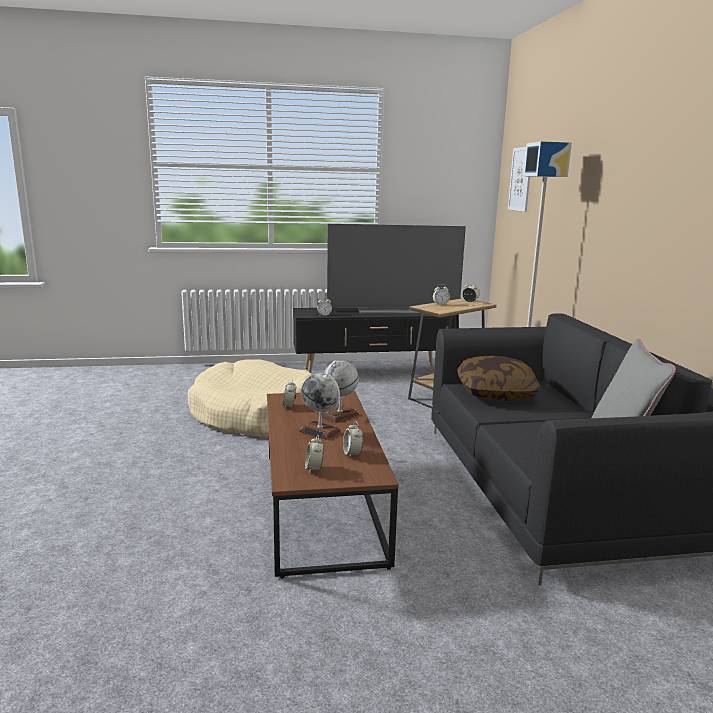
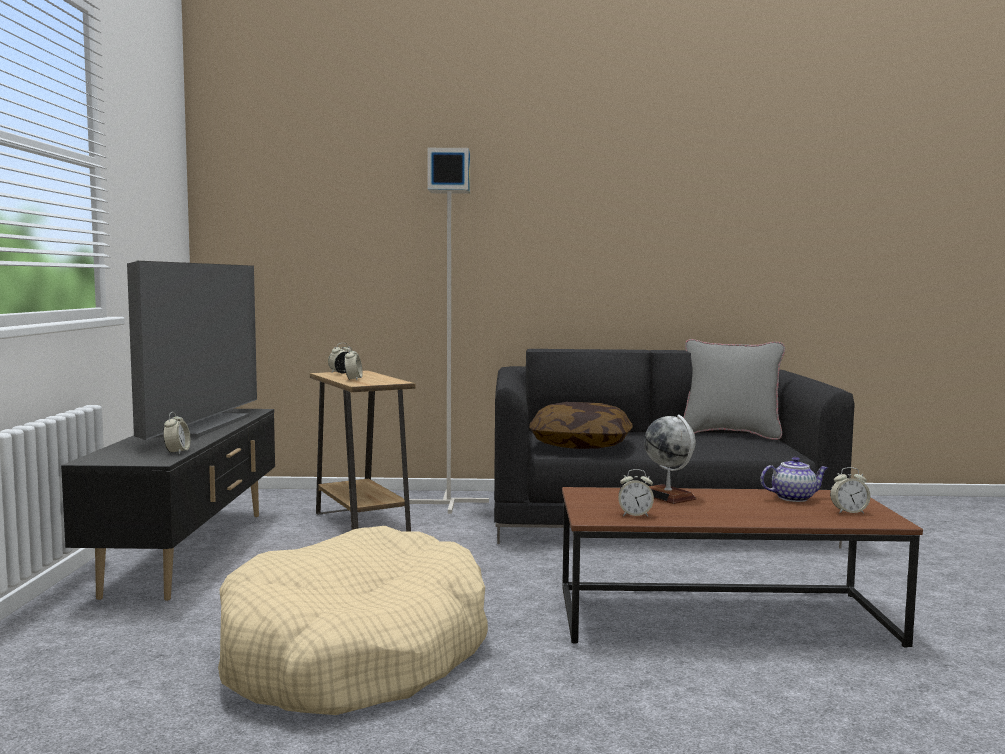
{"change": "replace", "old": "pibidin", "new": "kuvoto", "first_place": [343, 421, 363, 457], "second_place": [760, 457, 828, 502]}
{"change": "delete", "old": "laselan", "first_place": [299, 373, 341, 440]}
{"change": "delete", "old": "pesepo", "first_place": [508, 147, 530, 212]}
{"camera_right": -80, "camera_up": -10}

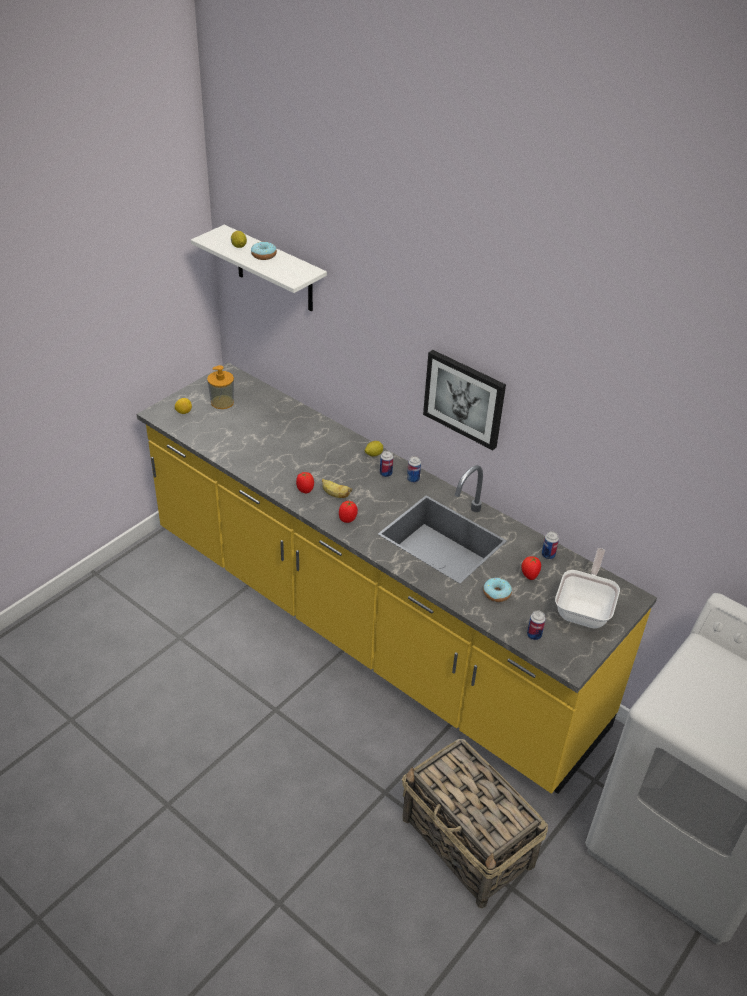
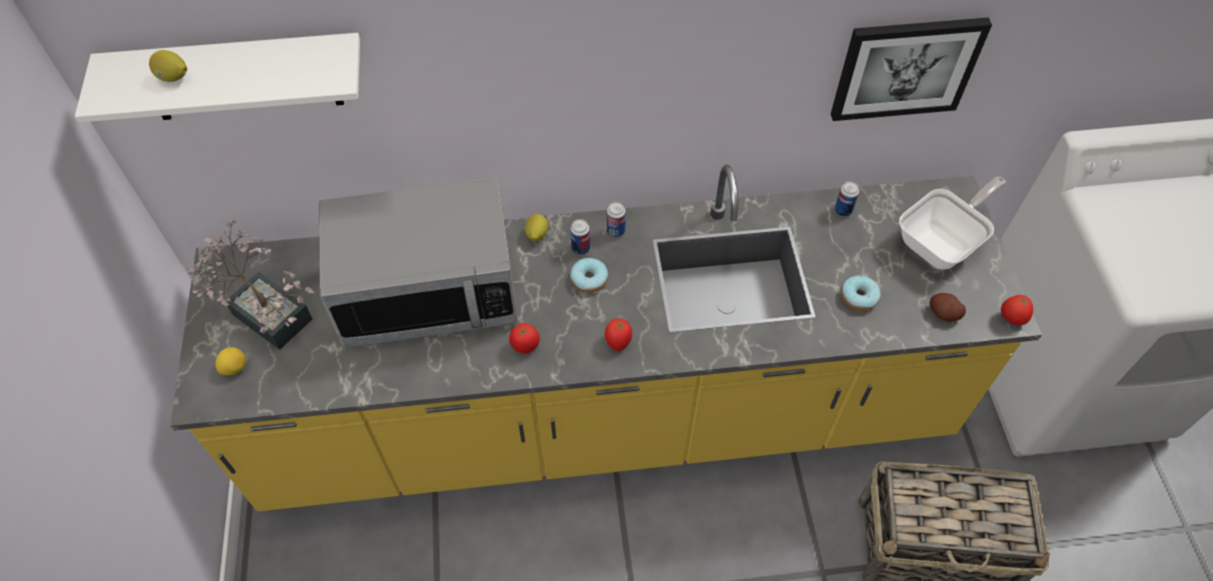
{"change": "replace", "old": "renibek", "new": "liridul", "first_place": [207, 365, 234, 409], "second_place": [182, 220, 315, 350]}
{"change": "insert", "new": "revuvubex", "second_place": [319, 177, 518, 348]}
{"change": "move", "old": "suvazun", "first_place": [251, 242, 277, 260], "second_place": [570, 258, 608, 293]}
{"change": "move", "old": "pesepo", "first_place": [423, 350, 506, 450], "second_place": [831, 17, 992, 121]}
{"change": "rotate", "old": "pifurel", "first_place": [555, 548, 620, 628], "second_place": [899, 177, 1006, 270], "degrees": 75}
{"change": "replace", "old": "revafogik", "new": "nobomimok", "first_place": [527, 610, 546, 640], "second_place": [930, 293, 966, 322]}
{"change": "move", "old": "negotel", "first_place": [522, 556, 541, 580], "second_place": [1001, 295, 1033, 325]}
{"change": "delete", "old": "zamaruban", "first_place": [322, 479, 352, 498]}
{"camera_right": -45, "camera_up": 15}

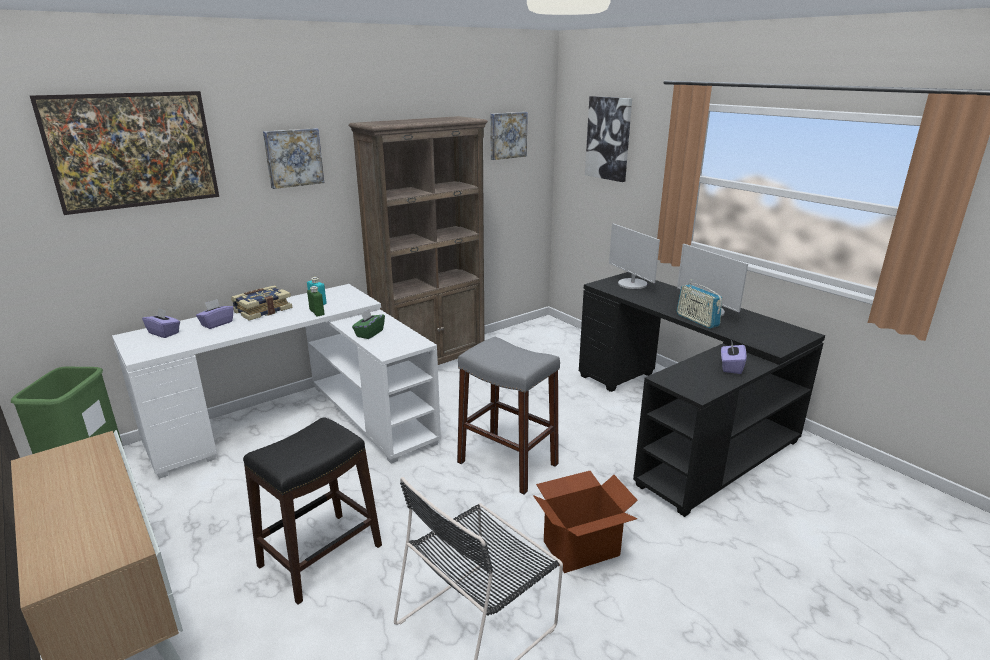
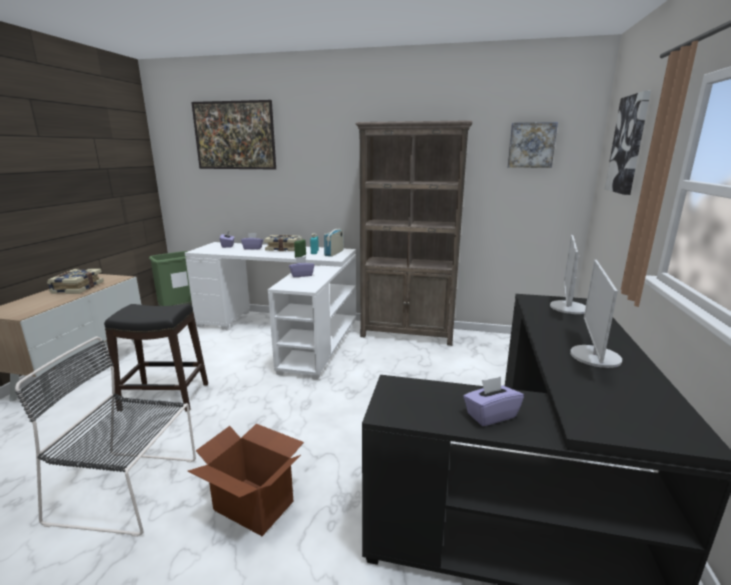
{"change": "insert", "new": "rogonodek", "second_place": [47, 269, 104, 294]}
{"change": "recolor", "old": "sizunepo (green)", "new": "sizunepo (purple)", "first_place": [352, 309, 385, 339], "second_place": [289, 256, 314, 277]}
{"change": "move", "old": "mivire", "first_place": [677, 279, 723, 329], "second_place": [324, 225, 344, 257]}
{"change": "delete", "old": "pesepo", "first_place": [263, 128, 324, 189]}
{"change": "delete", "old": "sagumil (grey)", "first_place": [457, 337, 560, 494]}
{"camera_right": 50, "camera_up": -5}

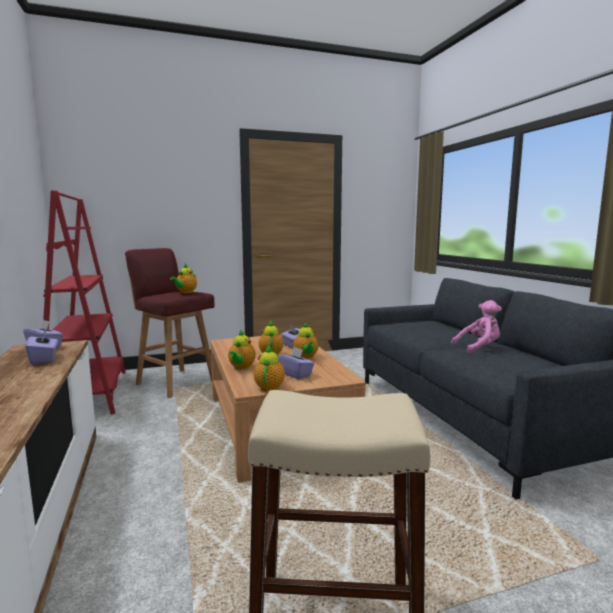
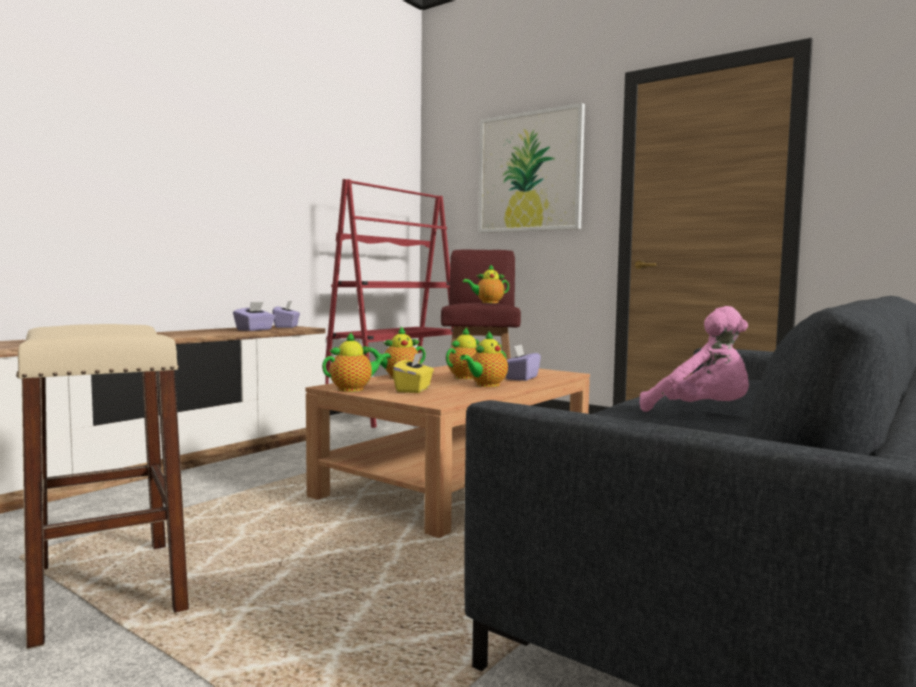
{"change": "recolor", "old": "sizunepo (purple)", "new": "sizunepo (yellow)", "first_place": [277, 347, 314, 379], "second_place": [393, 352, 434, 393]}
{"change": "insert", "new": "pesepo", "second_place": [478, 103, 585, 233]}
{"camera_right": 55, "camera_up": -5}

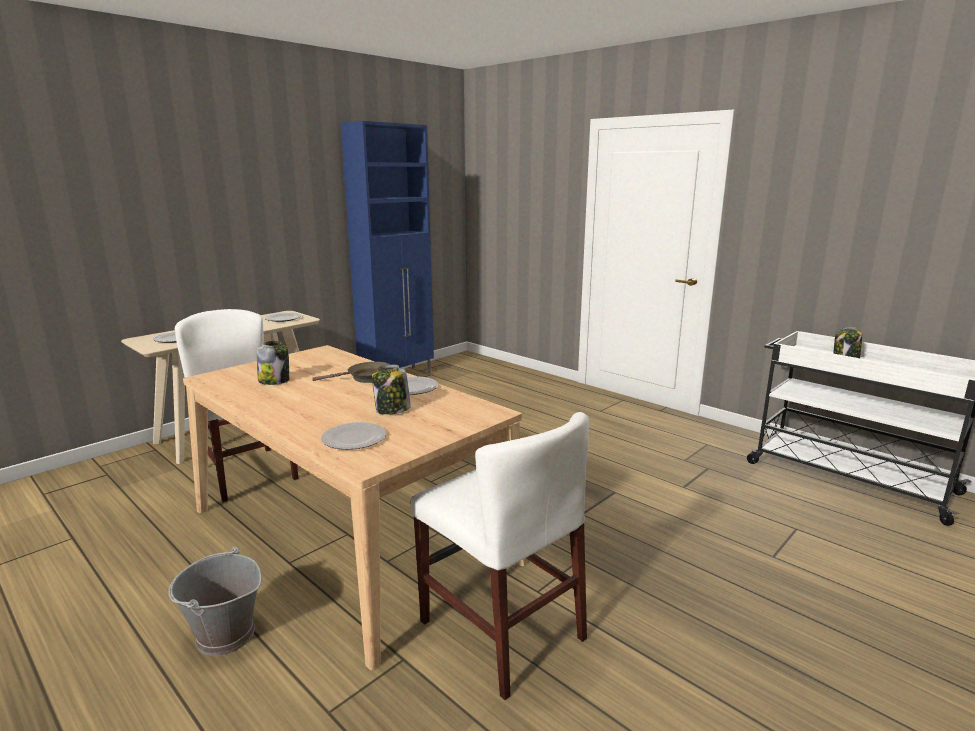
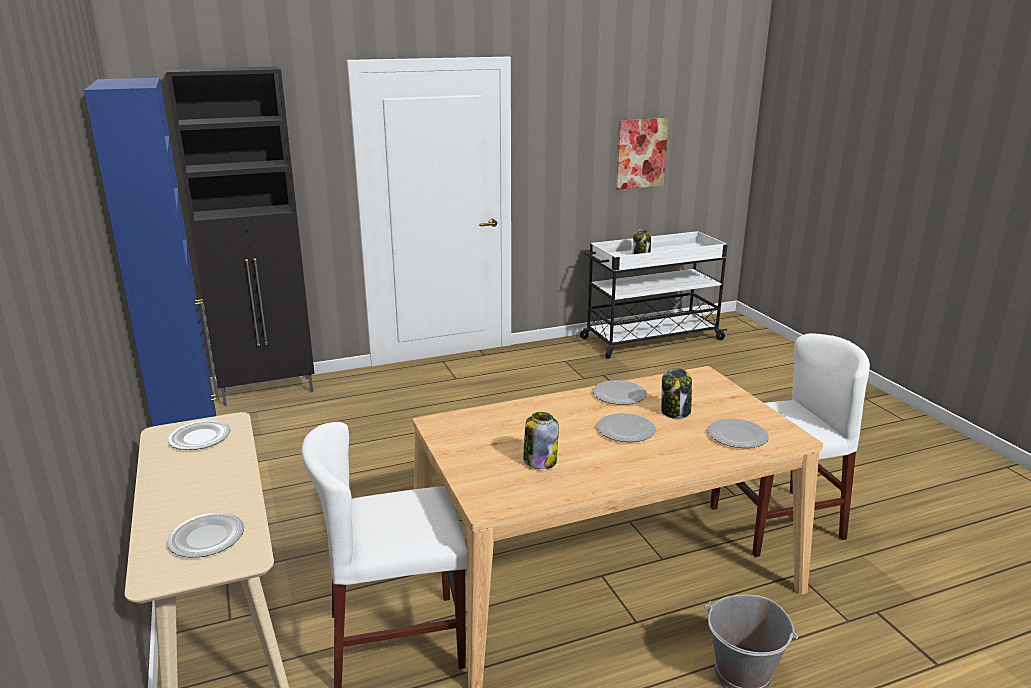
{"change": "insert", "new": "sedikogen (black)", "second_place": [166, 66, 314, 406]}
{"change": "insert", "new": "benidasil", "second_place": [597, 413, 656, 442]}
{"change": "insert", "new": "pesepo", "second_place": [616, 118, 669, 190]}
{"change": "delete", "old": "pifurel (brown)", "first_place": [312, 362, 390, 383]}
{"camera_right": -65, "camera_up": 5}

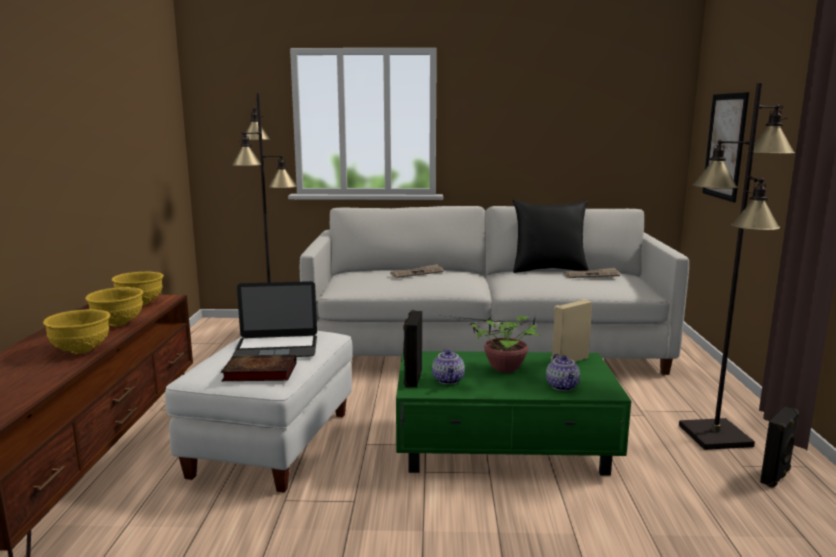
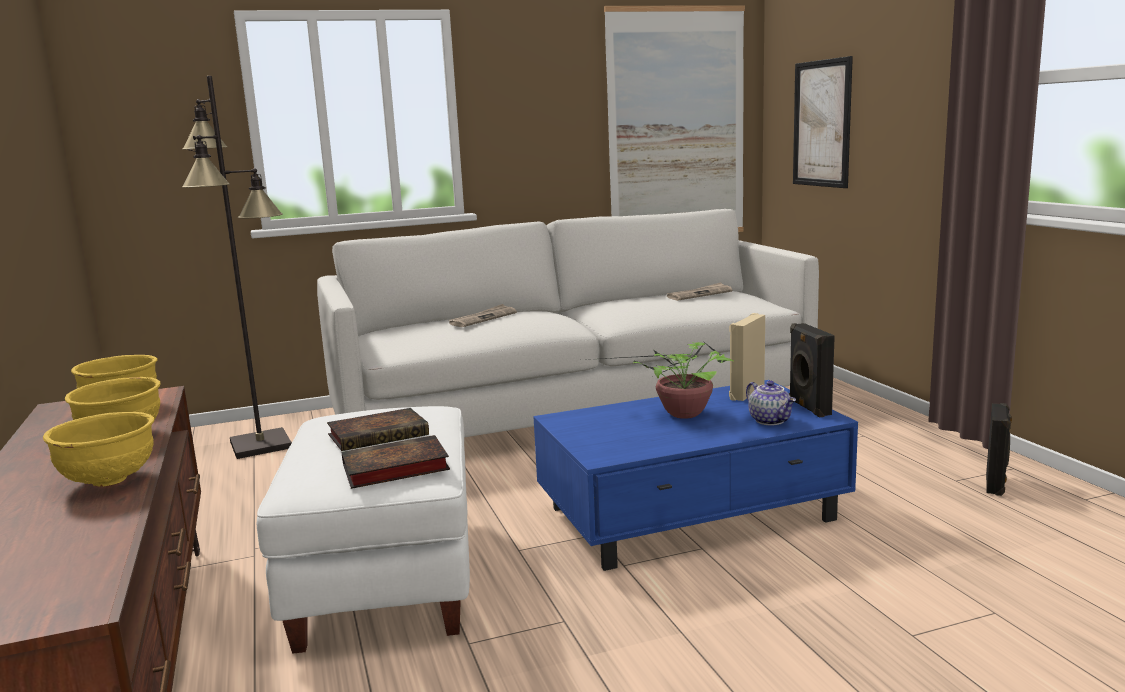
{"change": "replace", "old": "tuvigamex", "new": "rogonodek", "first_place": [233, 281, 317, 357], "second_place": [327, 408, 429, 451]}
{"change": "recolor", "old": "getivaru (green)", "new": "getivaru (blue)", "first_place": [396, 351, 631, 476], "second_place": [533, 380, 858, 571]}
{"change": "insert", "new": "pesepo", "second_place": [604, 5, 745, 232]}
{"change": "move", "old": "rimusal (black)", "first_place": [403, 310, 422, 388], "second_place": [789, 323, 835, 418]}
{"change": "delete", "old": "kuvoto", "first_place": [432, 348, 465, 385]}
{"change": "delete", "old": "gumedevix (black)", "first_place": [513, 200, 589, 273]}
{"change": "delete", "old": "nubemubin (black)", "first_place": [679, 83, 795, 450]}
{"camera_right": -20, "camera_up": 0}

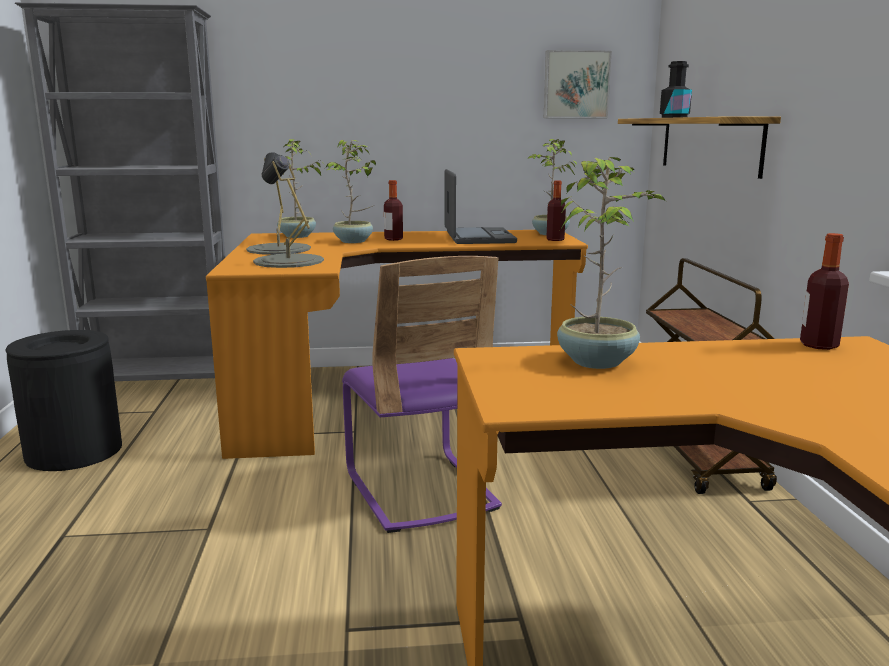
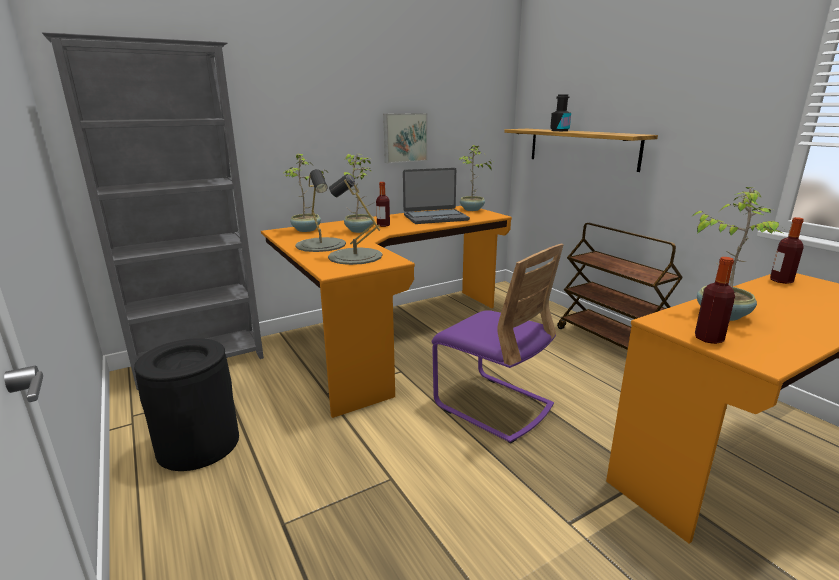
{"change": "move", "old": "pesepo", "first_place": [544, 50, 612, 118], "second_place": [383, 113, 427, 163]}
{"change": "rotate", "old": "tuvigamex", "first_place": [444, 169, 517, 244], "second_place": [403, 168, 470, 224], "degrees": 105}
{"change": "move", "old": "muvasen", "first_place": [546, 180, 566, 241], "second_place": [695, 257, 735, 344]}
{"camera_right": -25, "camera_up": 5}

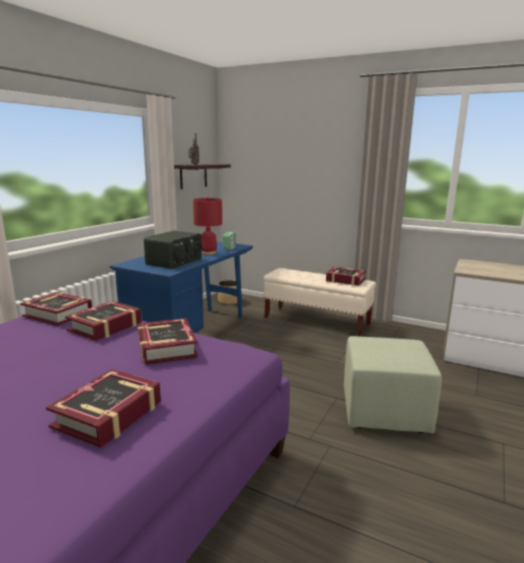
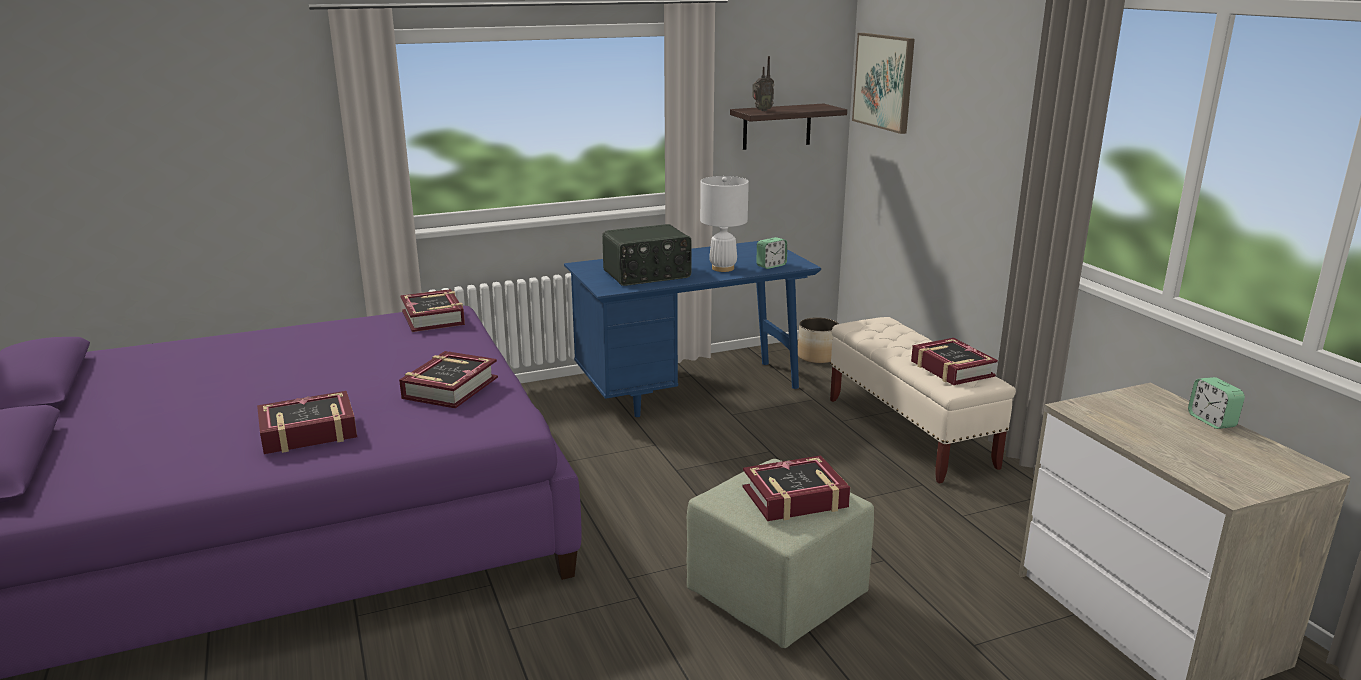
{"change": "recolor", "old": "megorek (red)", "new": "megorek (white)", "first_place": [193, 197, 222, 255], "second_place": [700, 176, 749, 272]}
{"change": "move", "old": "rogonodek", "first_place": [65, 301, 142, 341], "second_place": [743, 456, 850, 521]}
{"change": "insert", "new": "pesepo", "second_place": [852, 33, 915, 134]}
{"change": "insert", "new": "pibidin", "second_place": [1188, 377, 1245, 429]}
{"camera_right": 40, "camera_up": 5}

